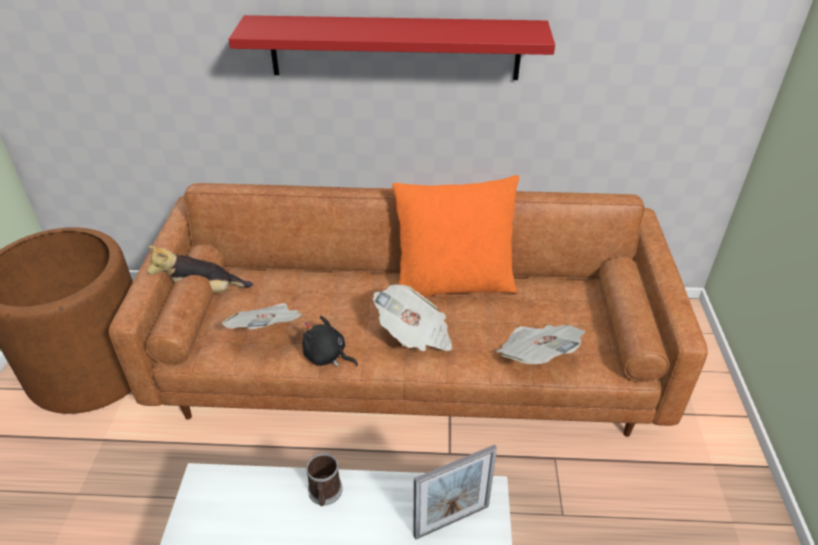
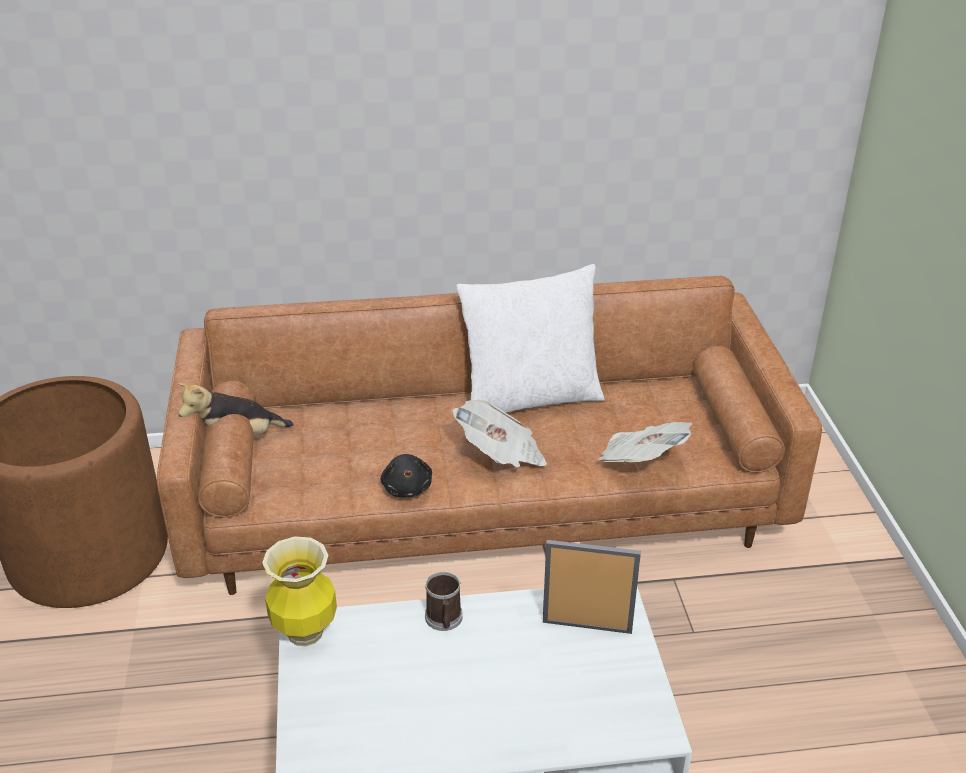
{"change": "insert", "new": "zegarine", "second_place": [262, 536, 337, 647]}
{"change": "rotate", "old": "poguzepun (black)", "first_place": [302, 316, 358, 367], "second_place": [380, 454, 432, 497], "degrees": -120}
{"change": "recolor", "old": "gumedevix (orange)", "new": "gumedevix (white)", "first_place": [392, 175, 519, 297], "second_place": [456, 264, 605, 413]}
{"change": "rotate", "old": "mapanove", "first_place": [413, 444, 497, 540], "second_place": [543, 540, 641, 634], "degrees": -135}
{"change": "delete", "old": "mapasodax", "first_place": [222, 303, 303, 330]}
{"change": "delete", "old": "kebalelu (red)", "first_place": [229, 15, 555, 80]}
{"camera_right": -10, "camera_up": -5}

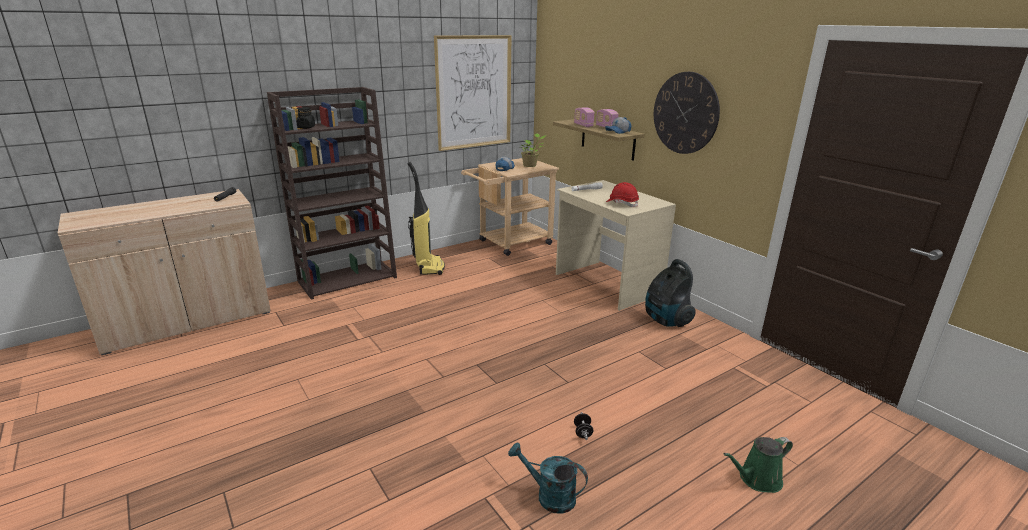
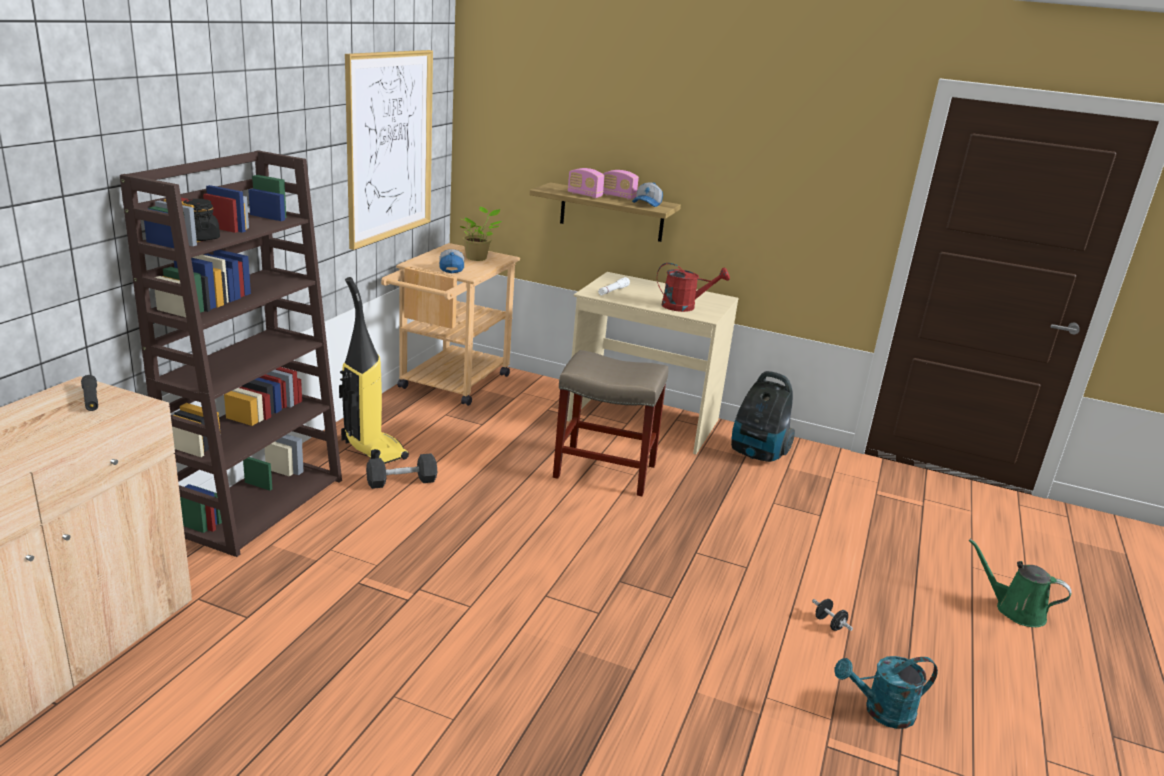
{"change": "insert", "new": "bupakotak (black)", "second_place": [366, 453, 438, 489]}
{"change": "insert", "new": "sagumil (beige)", "second_place": [553, 350, 668, 496]}
{"change": "replace", "old": "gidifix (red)", "new": "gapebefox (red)", "first_place": [606, 182, 639, 207], "second_place": [657, 263, 730, 312]}
{"change": "rotate", "old": "gapebefox (green)", "first_place": [723, 437, 793, 493], "second_place": [969, 539, 1071, 627], "degrees": 90}
{"change": "delete", "old": "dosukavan", "first_place": [654, 72, 720, 154]}
{"camera_right": -35, "camera_up": 0}

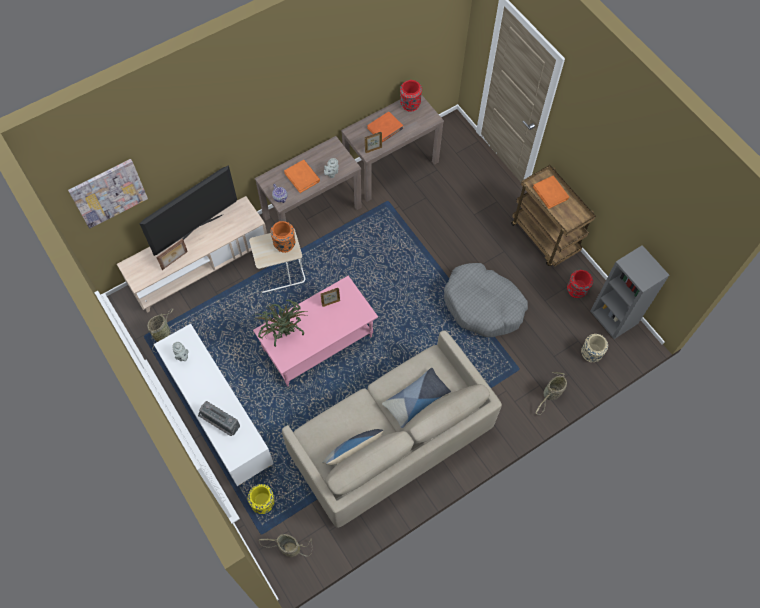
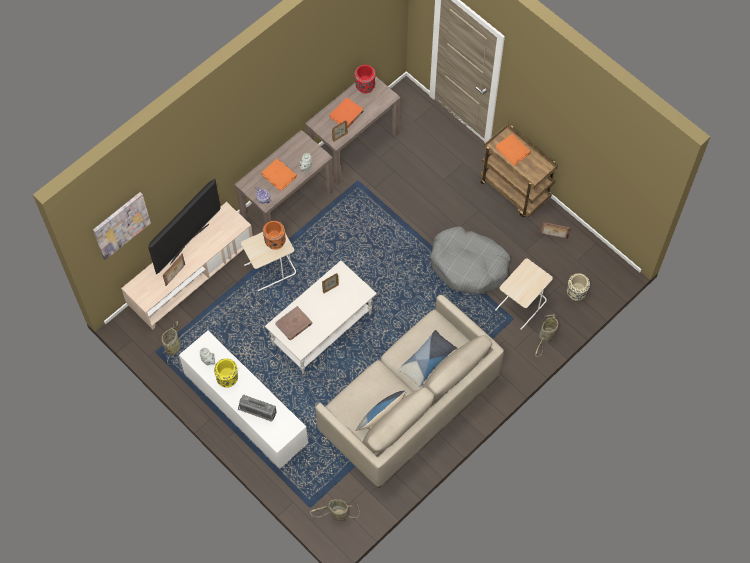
{"change": "move", "old": "zegarine (yellow)", "first_place": [248, 484, 274, 514], "second_place": [214, 358, 238, 388]}
{"change": "recolor", "old": "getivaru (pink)", "new": "getivaru (white)", "first_place": [253, 276, 378, 387], "second_place": [265, 261, 377, 374]}
{"change": "replace", "old": "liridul", "new": "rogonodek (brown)", "first_place": [252, 300, 308, 347], "second_place": [275, 306, 312, 340]}
{"change": "insert", "new": "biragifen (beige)", "second_place": [495, 259, 553, 330]}
{"change": "replace", "old": "zegarine (red)", "new": "mapanove", "first_place": [567, 270, 593, 298], "second_place": [540, 222, 571, 239]}
{"change": "delete", "old": "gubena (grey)", "first_place": [591, 245, 669, 339]}
{"camera_right": -10, "camera_up": 0}

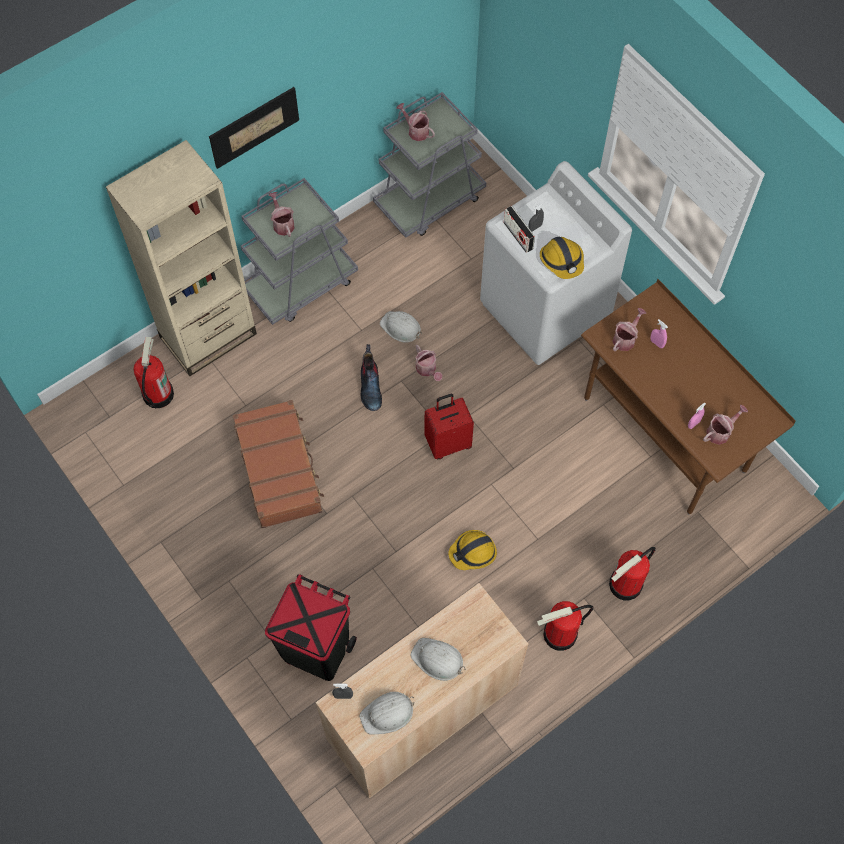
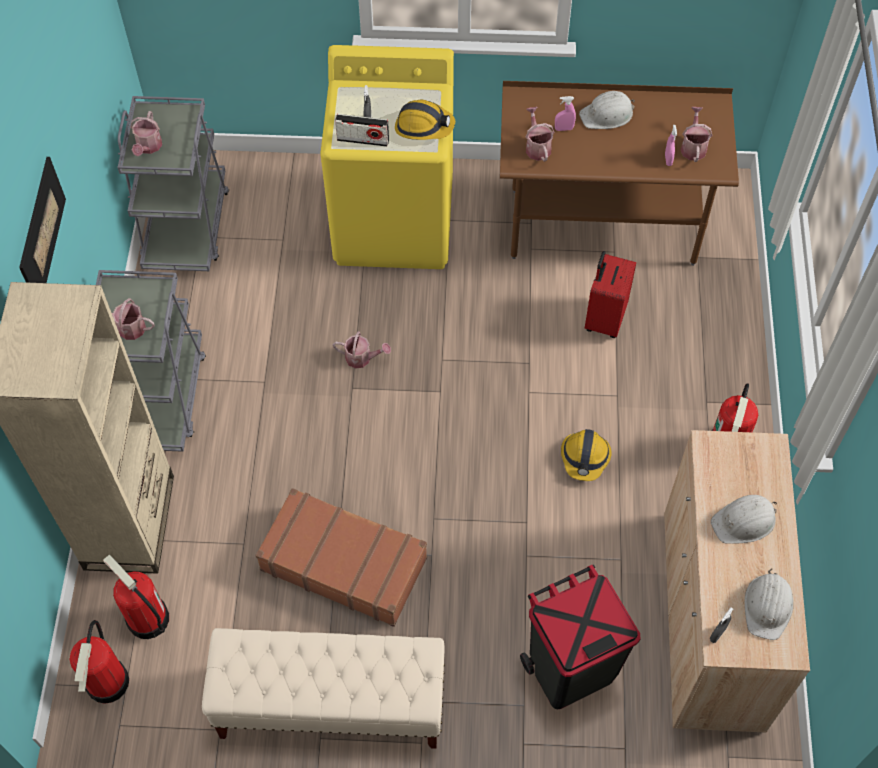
{"change": "move", "old": "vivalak", "first_place": [609, 547, 656, 601], "second_place": [69, 620, 129, 704]}
{"change": "rotate", "old": "gapebefox", "first_place": [396, 103, 435, 141], "second_place": [130, 111, 162, 156], "degrees": -75}
{"change": "insert", "new": "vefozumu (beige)", "second_place": [202, 628, 445, 749]}
{"change": "recolor", "old": "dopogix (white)", "new": "dopogix (yellow)", "first_place": [480, 161, 632, 365], "second_place": [320, 45, 454, 269]}
{"change": "move", "old": "gidifix (white)", "first_place": [380, 311, 422, 343], "second_place": [579, 91, 635, 129]}
{"change": "move", "old": "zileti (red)", "first_place": [425, 394, 474, 459], "second_place": [585, 251, 636, 338]}
{"change": "delete", "old": "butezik", "first_place": [361, 344, 382, 411]}
{"camera_right": -50, "camera_up": -5}

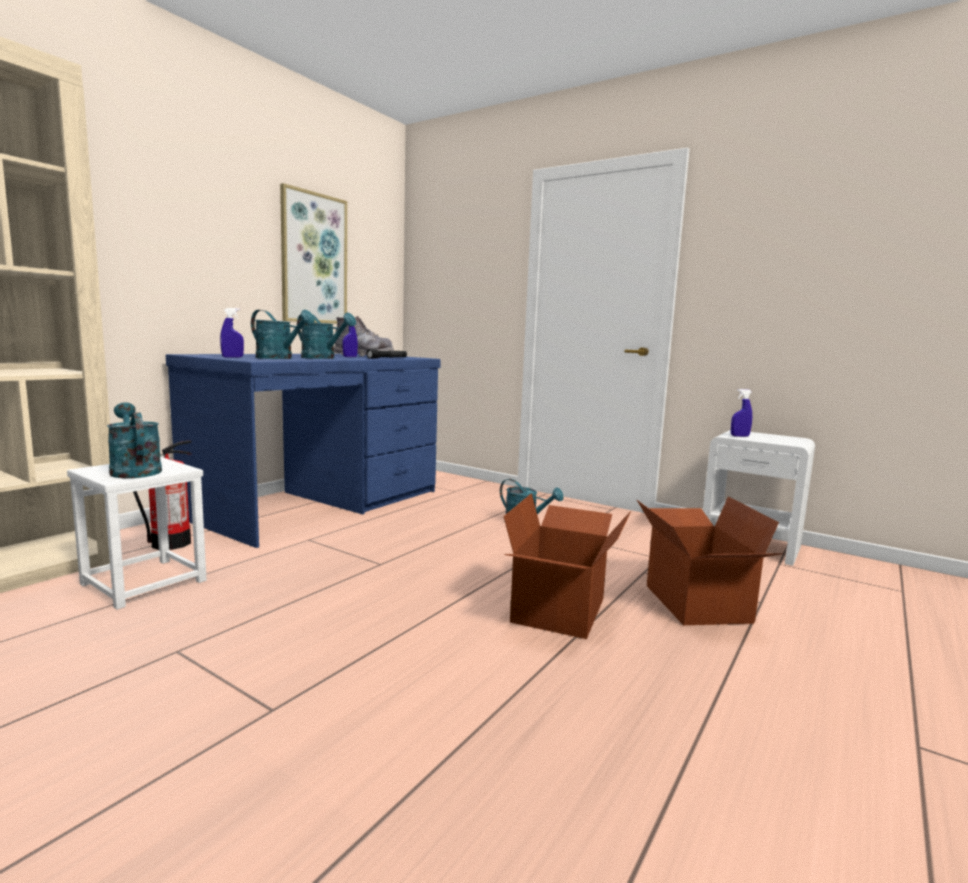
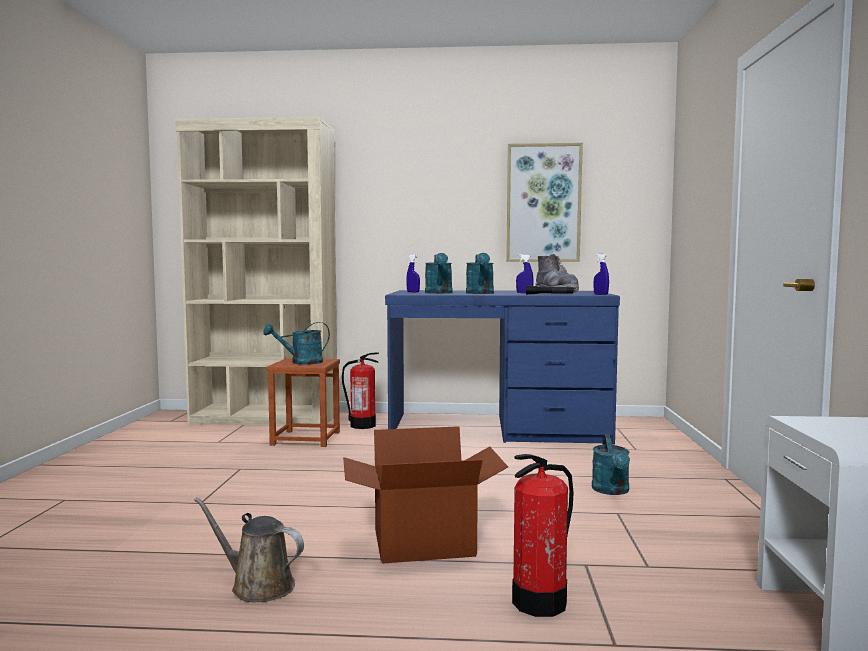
{"change": "insert", "new": "gapebefox (brown)", "second_place": [194, 497, 304, 602]}
{"change": "rotate", "old": "gapebefox (turquoise)", "first_place": [107, 402, 162, 478], "second_place": [263, 322, 330, 364], "degrees": -135}
{"change": "recolor", "old": "sagumil (white)", "new": "sagumil (brown)", "first_place": [67, 457, 207, 610], "second_place": [266, 358, 340, 447]}
{"change": "replace", "old": "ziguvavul", "new": "vivalak", "first_place": [637, 496, 783, 625], "second_place": [512, 454, 573, 617]}
{"change": "move", "old": "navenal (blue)", "first_place": [731, 389, 752, 437], "second_place": [593, 254, 609, 295]}
{"camera_right": 60, "camera_up": -5}

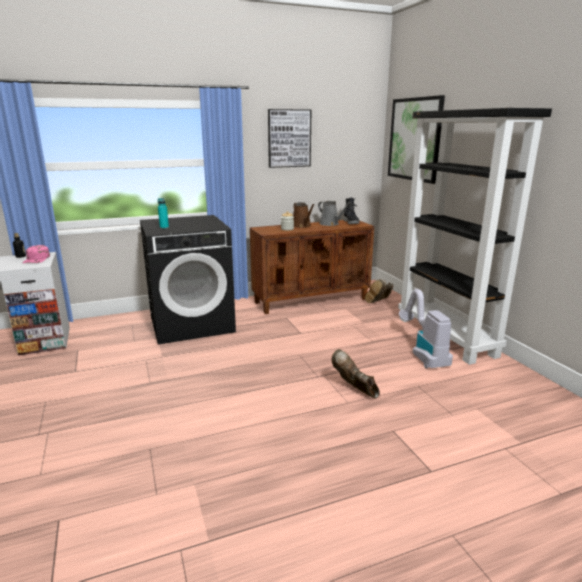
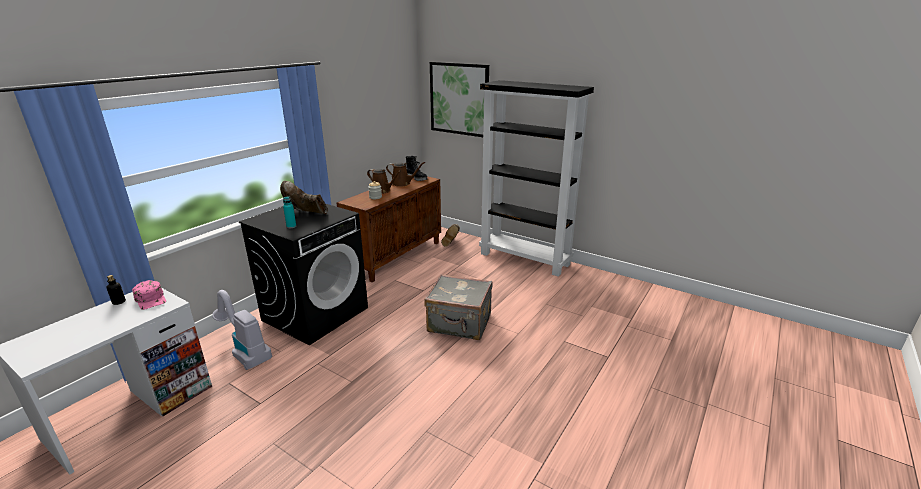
{"change": "move", "old": "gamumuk", "first_place": [399, 289, 453, 368], "second_place": [212, 290, 272, 370]}
{"change": "move", "old": "butezik (brown)", "first_place": [332, 349, 380, 399], "second_place": [280, 181, 328, 214]}
{"change": "recolor", "old": "gapebefox (grey)", "new": "gapebefox (brown)", "first_place": [318, 201, 351, 226], "second_place": [386, 162, 425, 187]}
{"change": "insert", "new": "zileti (grey)", "second_place": [424, 274, 493, 340]}
{"change": "delete", "old": "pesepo", "first_place": [268, 109, 311, 168]}
{"camera_right": -35, "camera_up": 5}

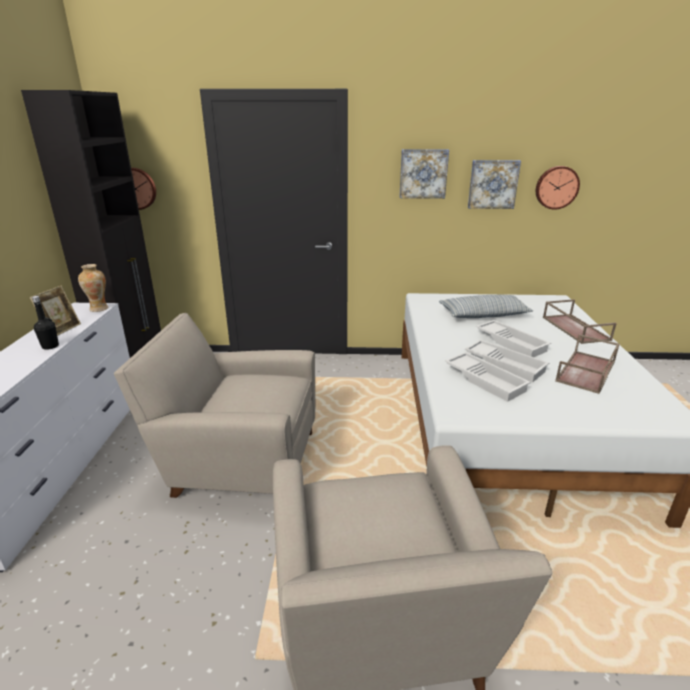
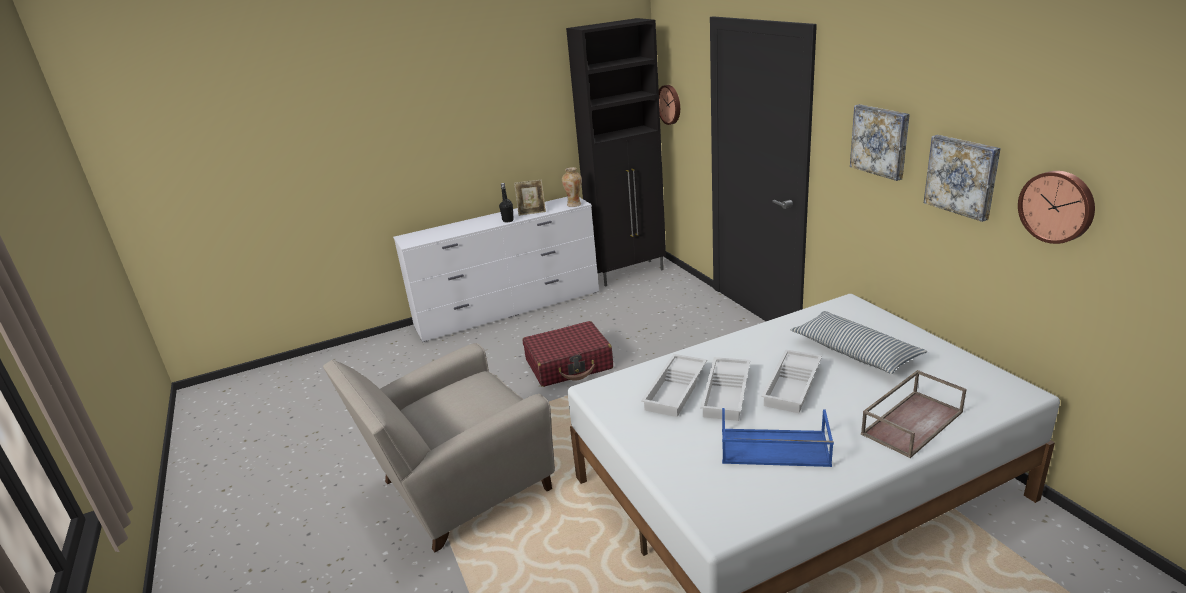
{"change": "replace", "old": "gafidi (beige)", "new": "zileti (red)", "first_place": [114, 313, 315, 498], "second_place": [523, 321, 613, 387]}
{"change": "recolor", "old": "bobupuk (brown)", "new": "bobupuk (blue)", "first_place": [555, 334, 620, 394], "second_place": [722, 408, 834, 467]}
{"camera_right": 65, "camera_up": 0}

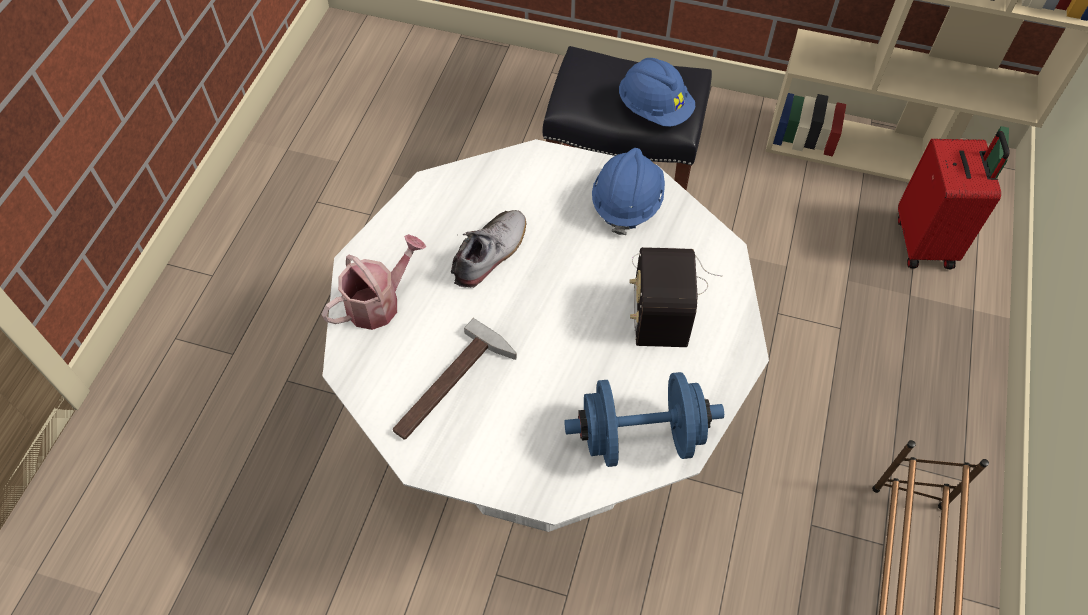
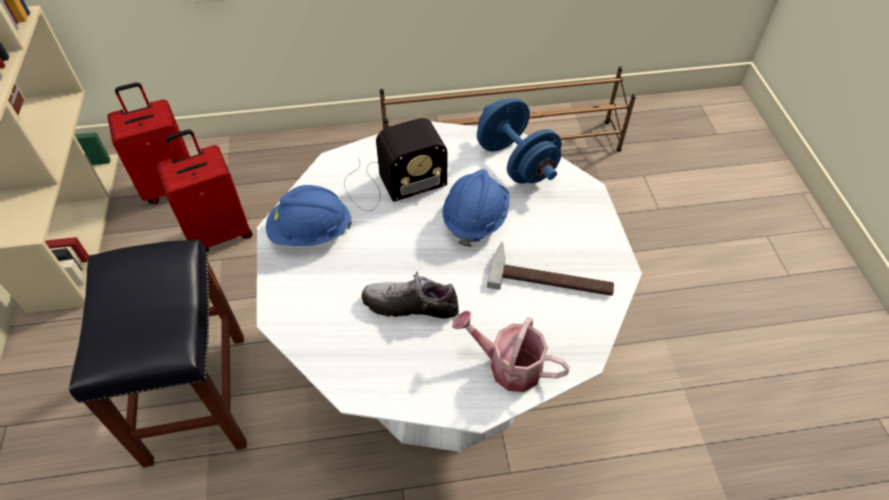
{"change": "insert", "new": "zileti (red)", "second_place": [156, 129, 253, 253]}
{"change": "move", "old": "gidifix (blue)", "first_place": [619, 58, 695, 127], "second_place": [442, 169, 509, 247]}
{"camera_right": -115, "camera_up": -5}

